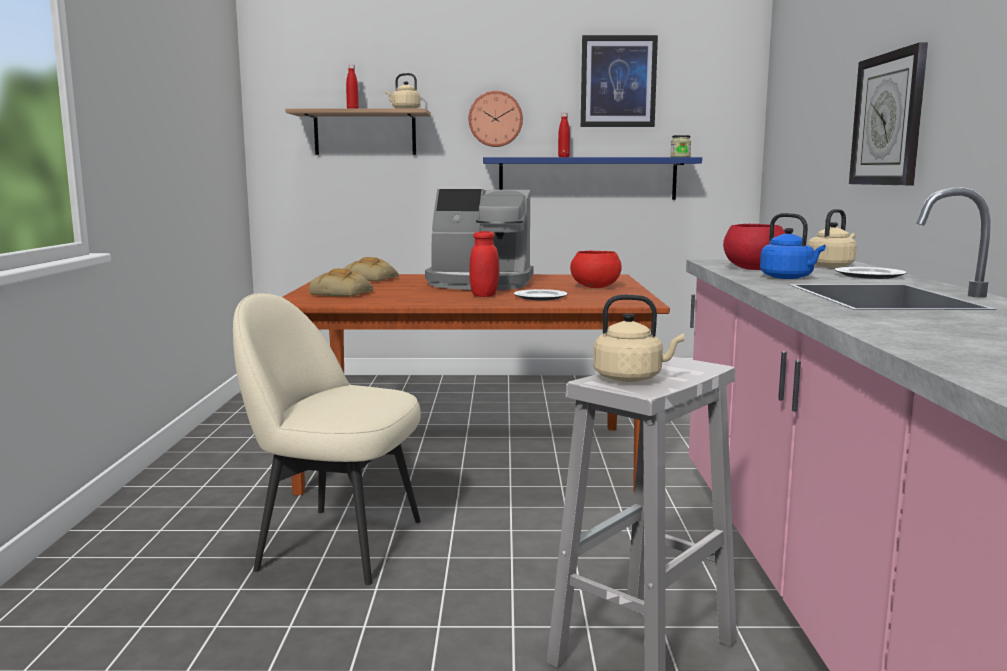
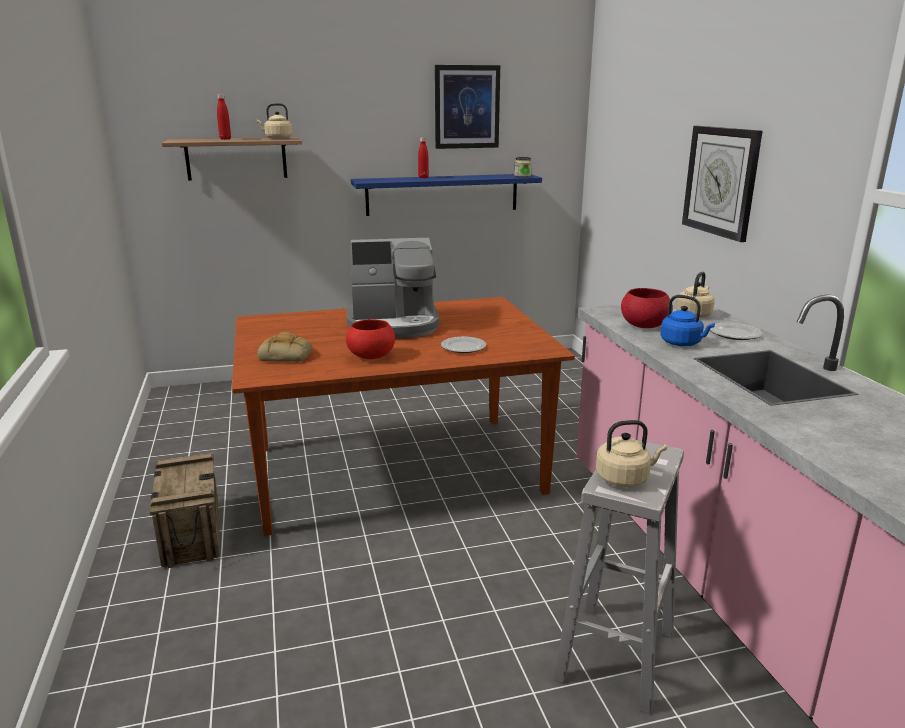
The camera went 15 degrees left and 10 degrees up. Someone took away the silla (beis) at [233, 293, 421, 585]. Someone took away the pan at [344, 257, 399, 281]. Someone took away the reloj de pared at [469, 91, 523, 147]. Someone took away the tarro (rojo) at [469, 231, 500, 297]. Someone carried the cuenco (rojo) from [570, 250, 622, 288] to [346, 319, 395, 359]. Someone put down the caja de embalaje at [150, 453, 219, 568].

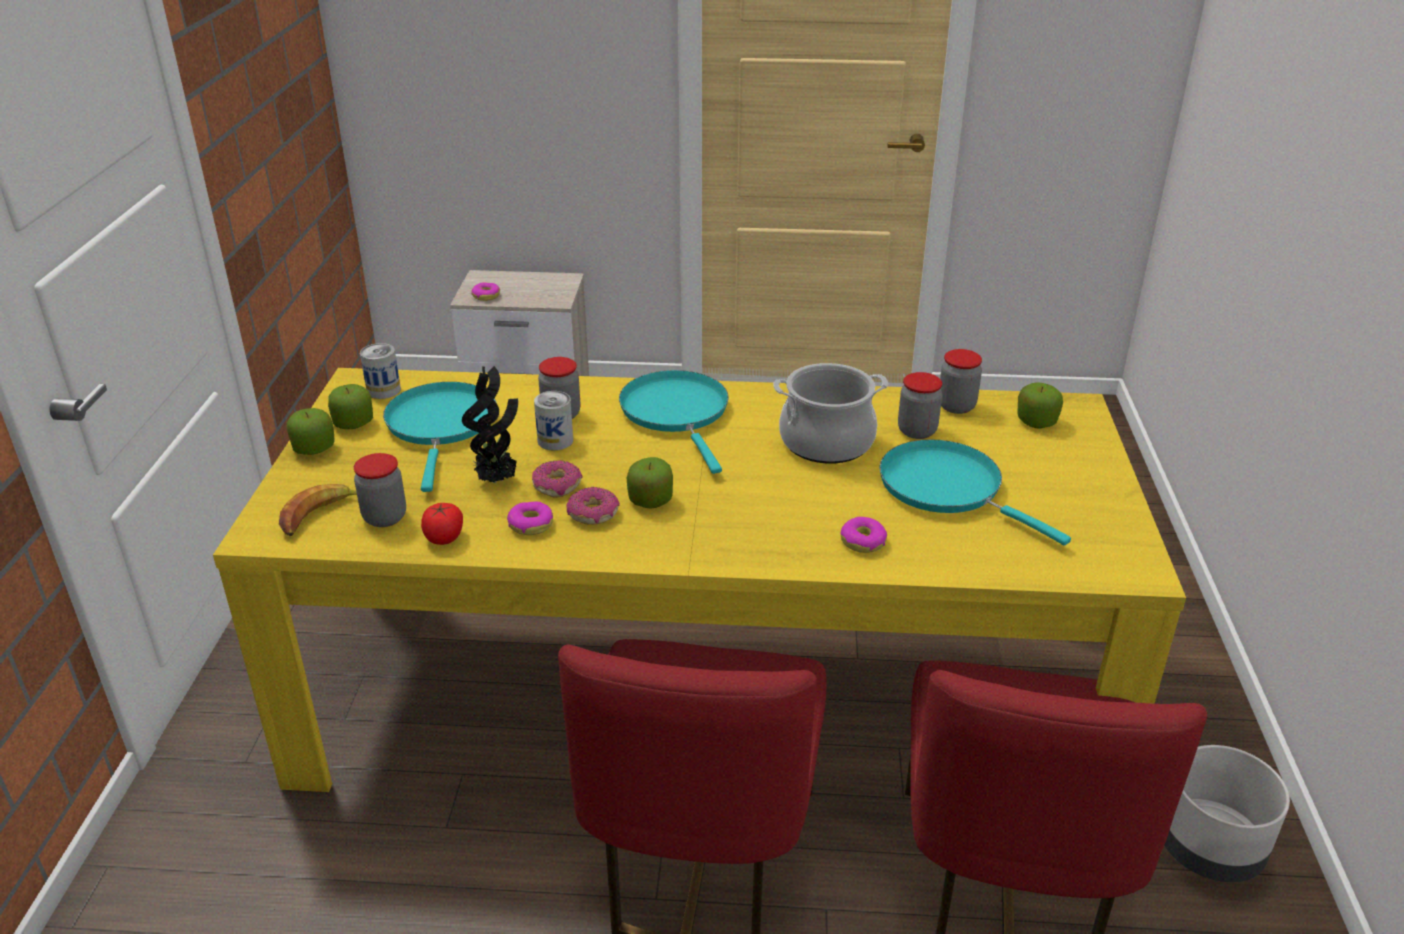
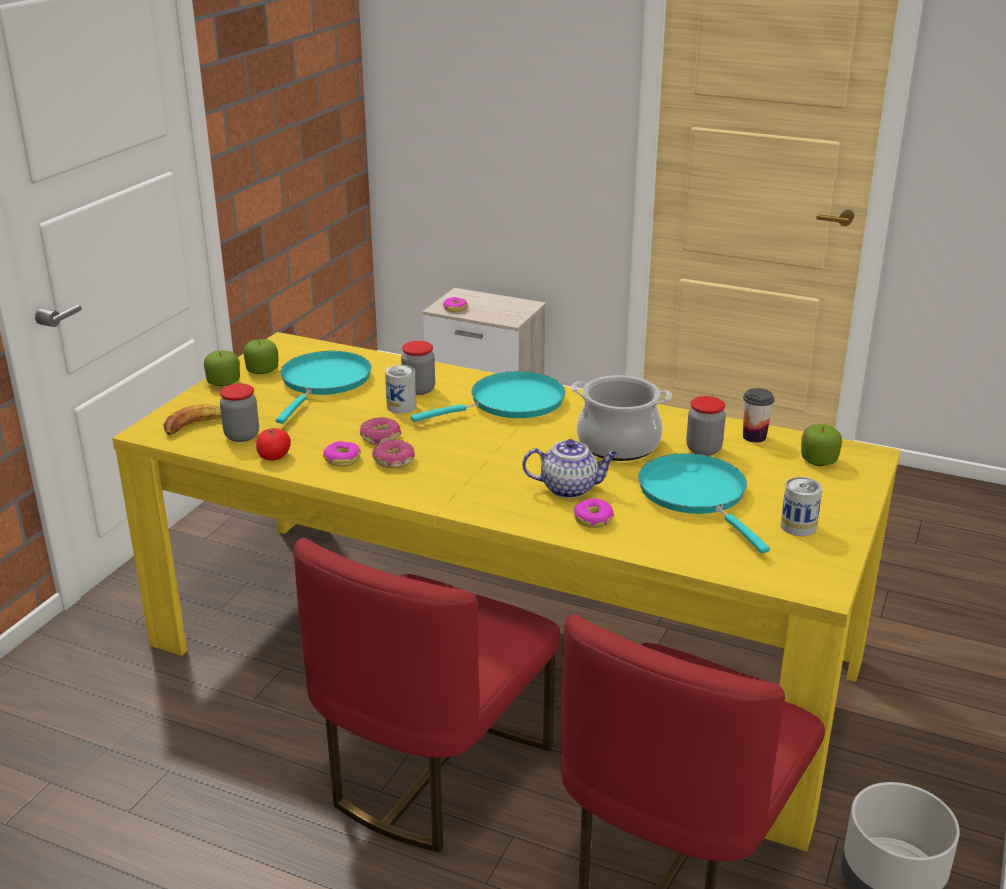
The camera went 20 degrees right and 5 degrees down. Someone carried the lata from [360, 343, 401, 399] to [781, 477, 823, 536]. Someone took away the planta en maceta at [462, 366, 518, 483]. Someone rotated the sartén (turquesa) at [619, 370, 729, 474] by 60 degrees clockwise. Someone took away the manzana at [627, 457, 673, 509]. Someone swapped the tarro at [940, 349, 982, 414] for the taza at [743, 388, 775, 443]. Someone put down the tetera at [522, 439, 618, 498].

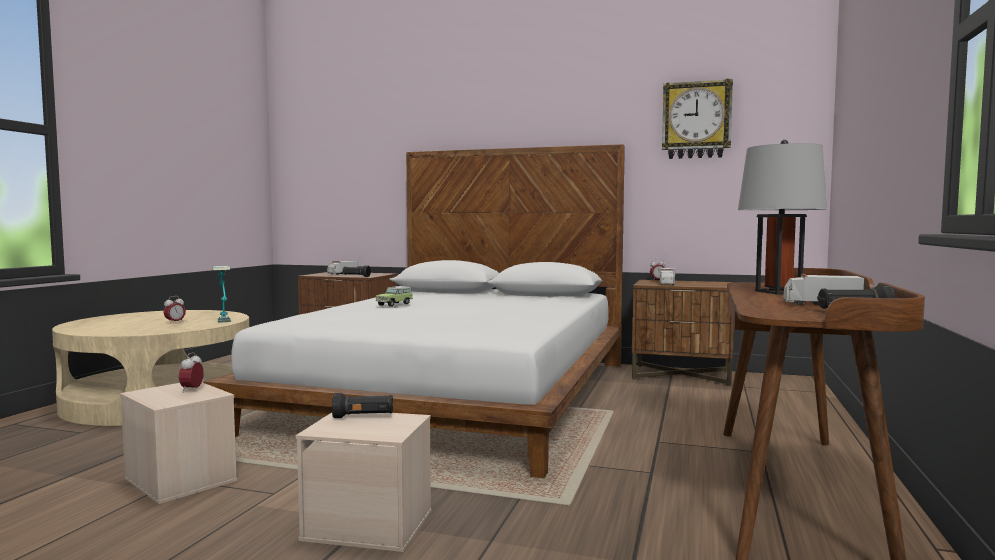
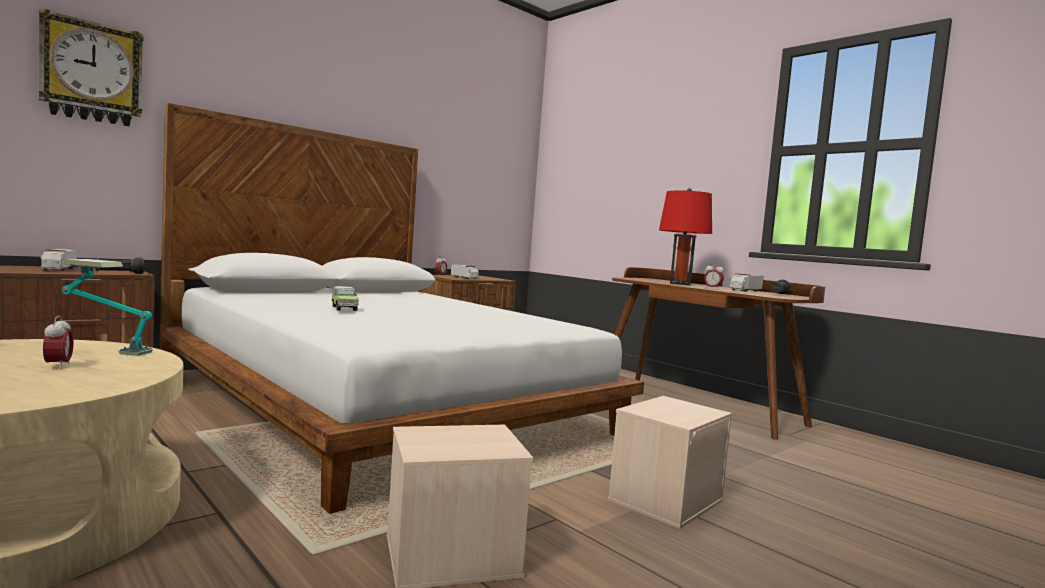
The camera went 60 degrees left and 0 degrees up. Someone carried the despertador from [179, 352, 204, 393] to [704, 263, 724, 290]. Someone took away the linterna (negro) at [332, 393, 393, 418]. Someone carried the reloj de pared from [662, 79, 733, 159] to [39, 9, 144, 126]. Someone repainted the lámpara de mesa (gris) at [738, 140, 827, 295], which became the lámpara de mesa (rojo) at [659, 188, 712, 286].

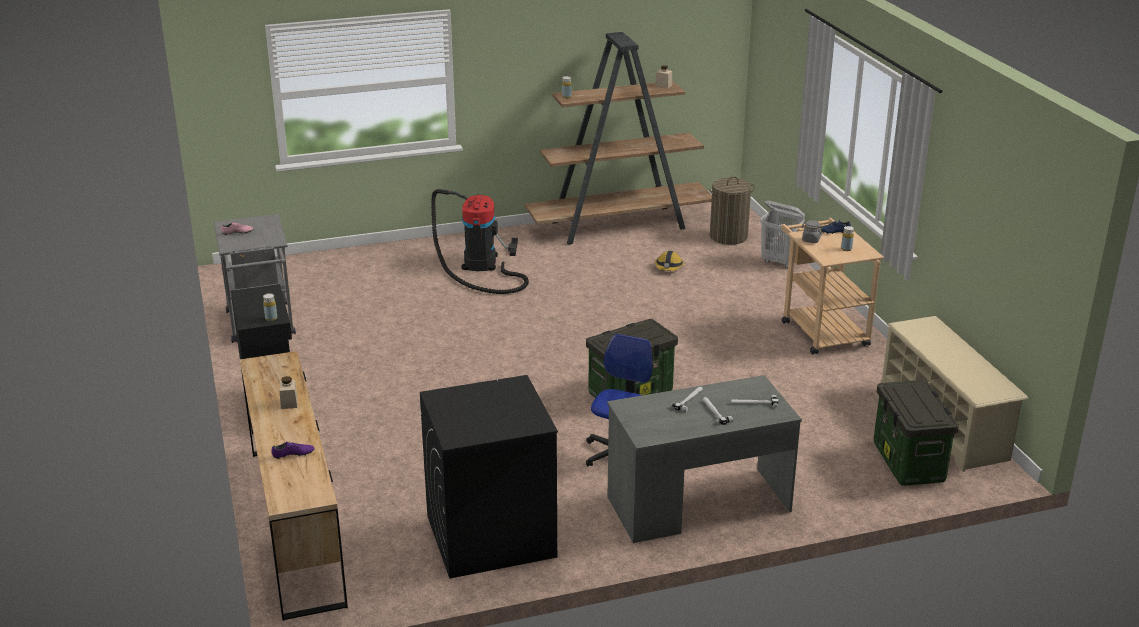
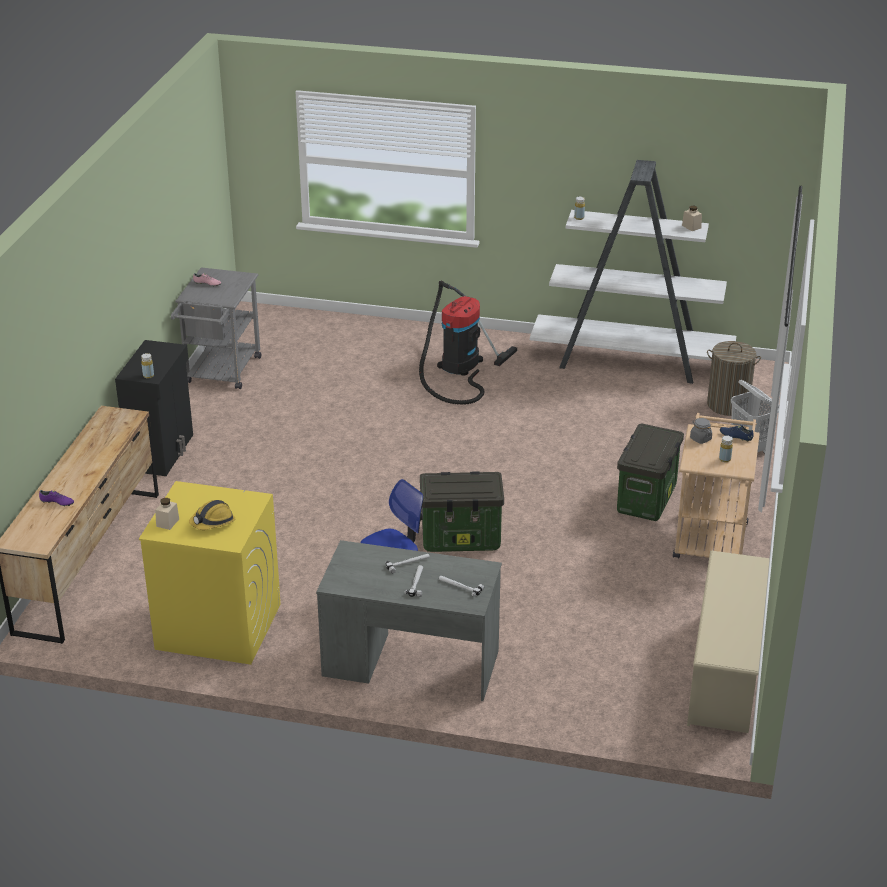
The camera went 30 degrees right and 5 degrees up. Someone carried the tarro (beis) from [279, 376, 298, 409] to [155, 498, 179, 530]. Someone repainted the lavadora (negro) at [420, 375, 558, 579], which became the lavadora (amarillo) at [139, 481, 281, 665]. Someone repainted the estantería (marrón) at [524, 32, 712, 245], which became the estantería (blanco) at [530, 160, 736, 384]. Someone carried the casco from [655, 251, 684, 271] to [189, 500, 235, 530]. Someone carried the caja de almacenaje from [874, 380, 959, 486] to [617, 424, 684, 521].

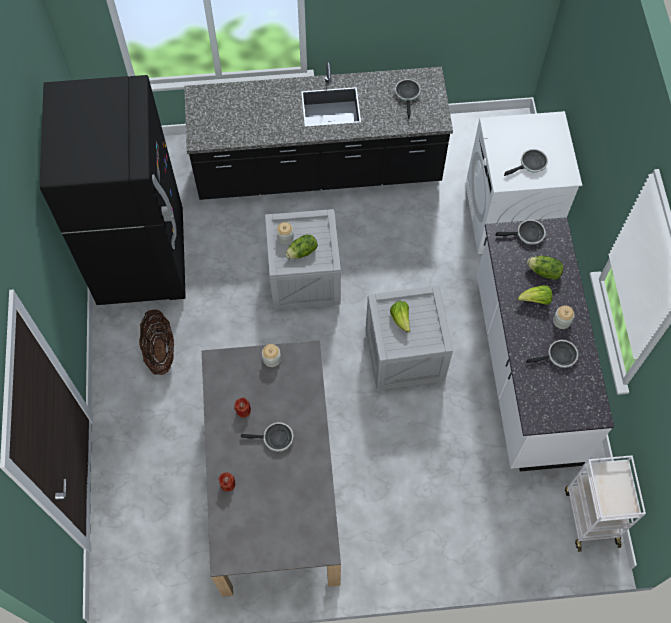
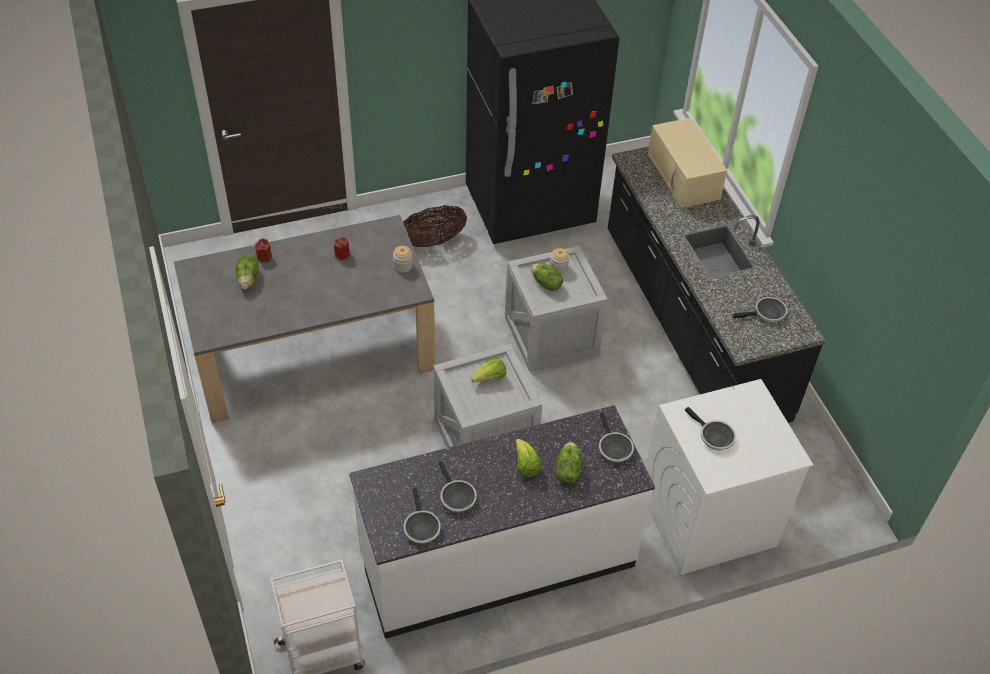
The camera went 75 degrees right and 15 degrees down. Someone carried the sartén from [241, 422, 293, 452] to [404, 488, 441, 544]. Someone took away the tarro at [553, 305, 575, 329]. Someone put down the lechuga at [236, 255, 259, 289]. Someone put down the microondas (beis) at [648, 118, 727, 208].

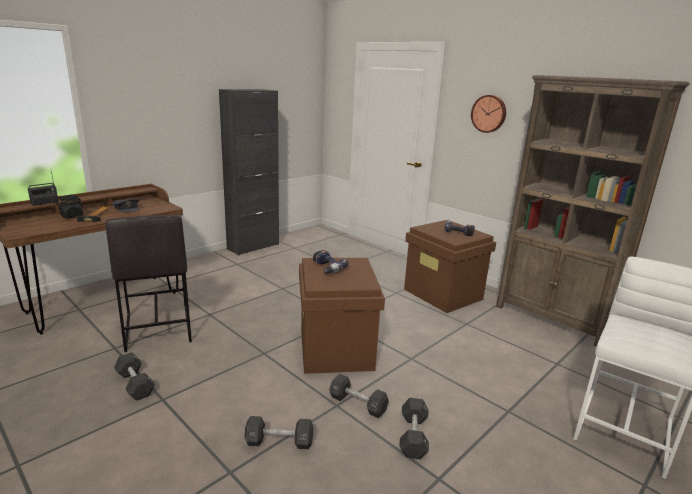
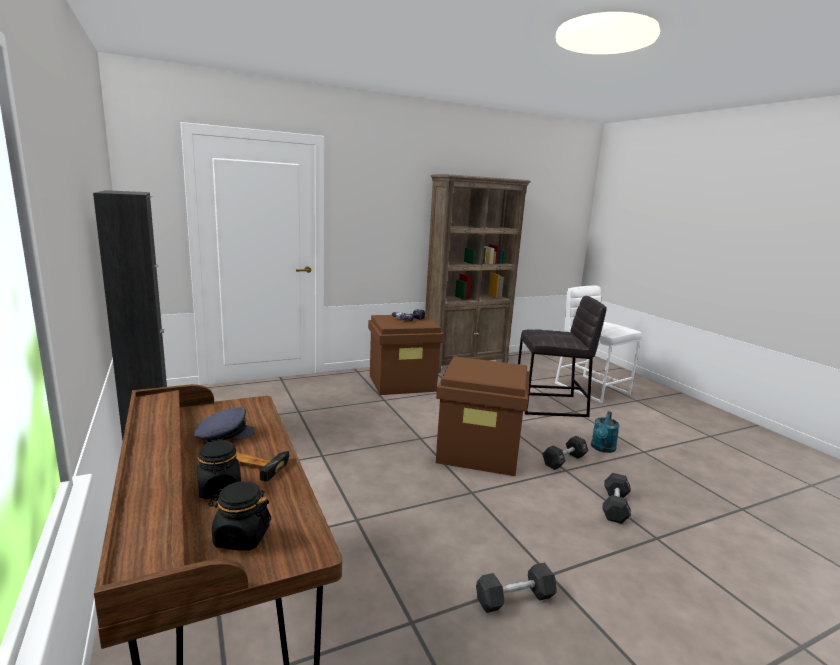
The camera went 70 degrees left and 5 degrees down. Someone took away the radio at [28, 171, 59, 206]. Someone carried the taburete (gris) from [105, 215, 192, 352] to [518, 296, 607, 417]. Someone took away the taladro at [313, 250, 349, 274]. Someone swapped the mancuerna (negro) at [399, 398, 429, 459] for the regadera (turquesa) at [591, 411, 620, 453]. Someone took away the reloj de pared at [471, 95, 506, 133]. Someone put down the tarro (negro) at [208, 481, 271, 551].

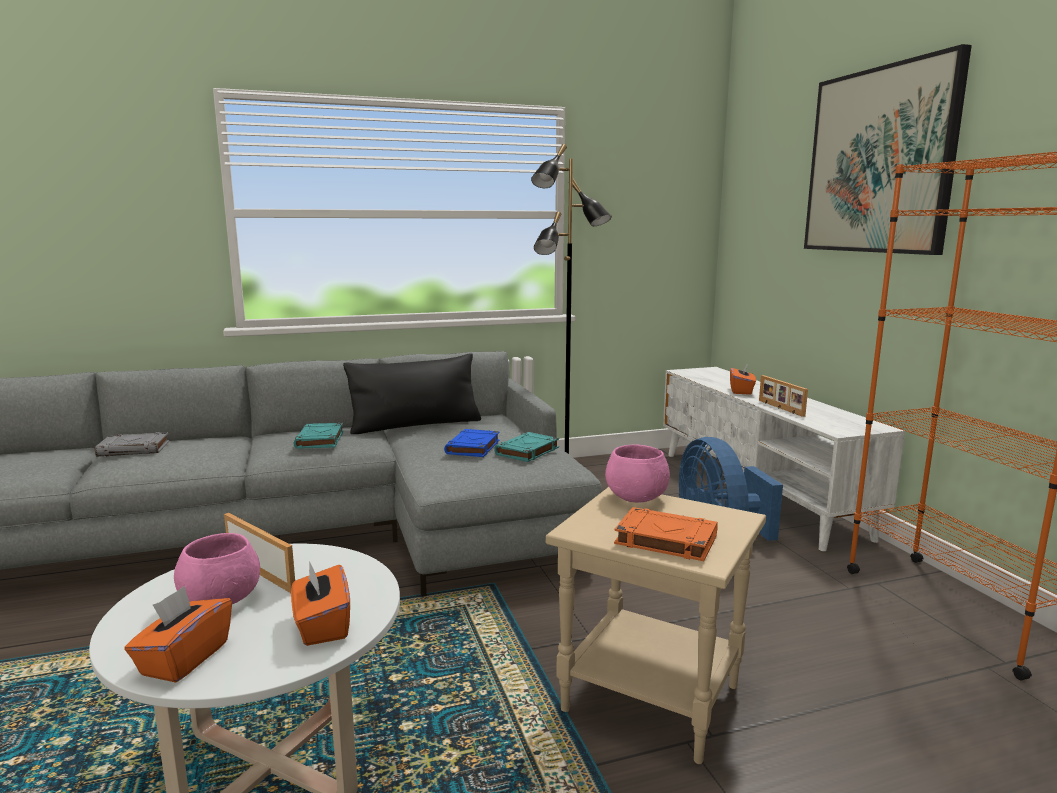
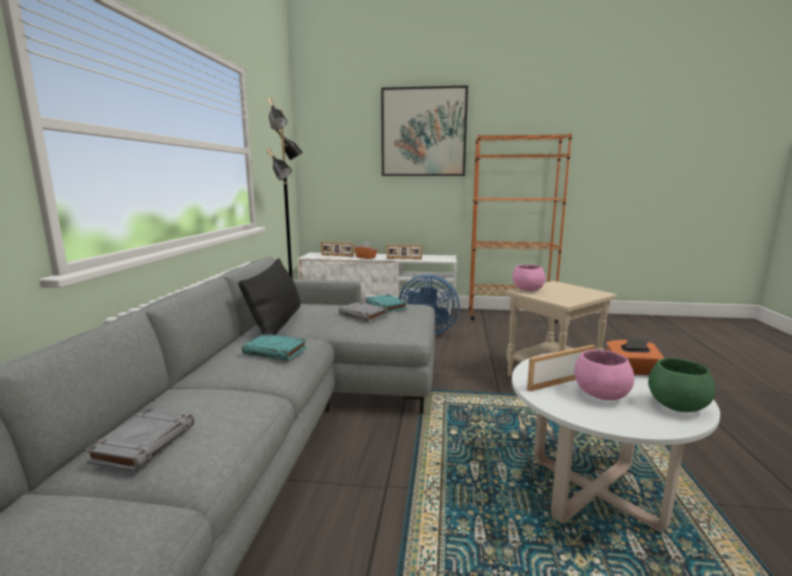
The camera went 65 degrees left and 0 degrees up. Someone swapped the caja de pañuelos (naranja) at [124, 586, 232, 683] for the cuenco (verde) at [648, 358, 715, 412]. Someone repainted the libro (azul) at [444, 429, 500, 457], which became the libro (gris) at [339, 302, 388, 322]. Someone took away the libro (naranja) at [614, 507, 718, 561]. Someone put down the portarretratos at [321, 242, 354, 257].

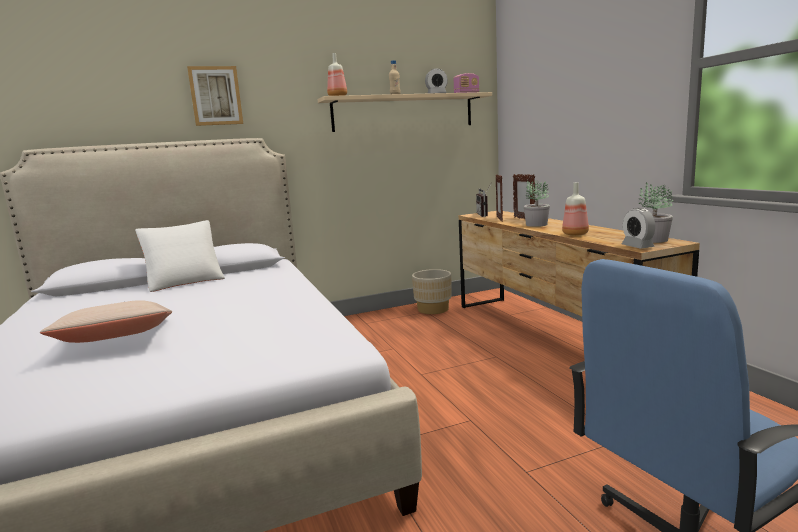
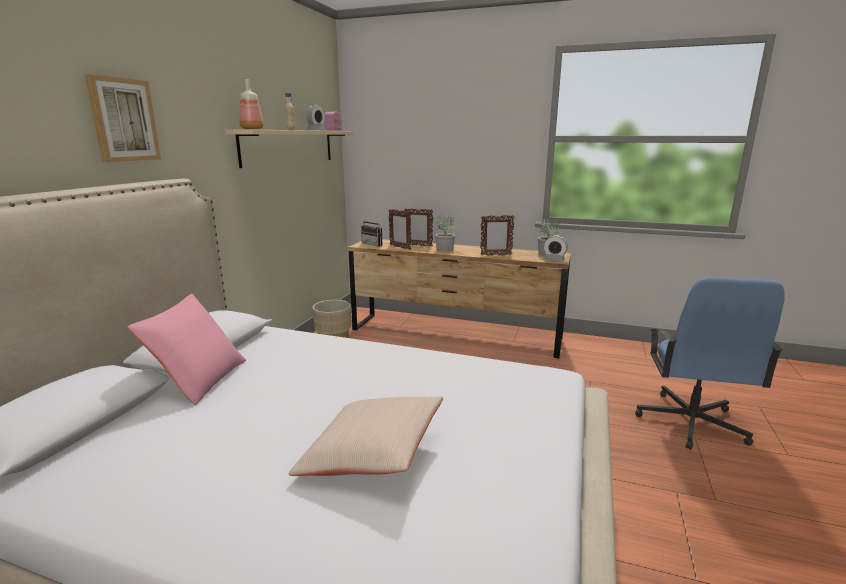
The camera went 50 degrees left and 5 degrees up. Someone repainted the cojín (blanco) at [135, 220, 225, 292], which became the cojín (rosa) at [128, 294, 246, 405]. Someone swapped the botella at [562, 182, 589, 236] for the portarretratos at [480, 215, 514, 256].

